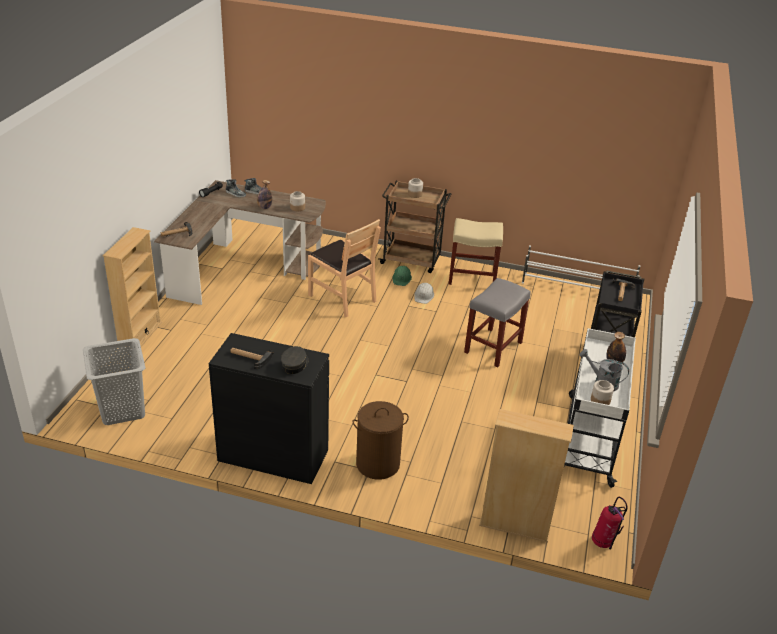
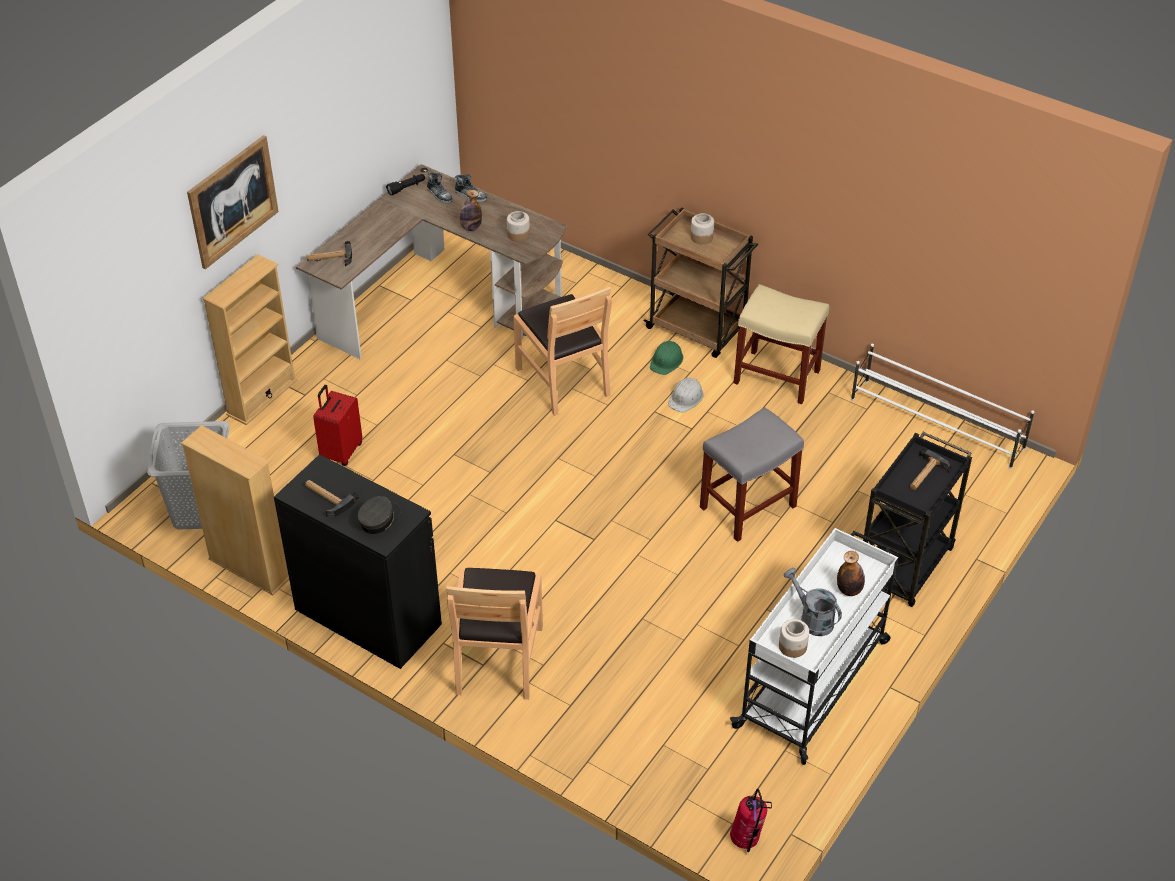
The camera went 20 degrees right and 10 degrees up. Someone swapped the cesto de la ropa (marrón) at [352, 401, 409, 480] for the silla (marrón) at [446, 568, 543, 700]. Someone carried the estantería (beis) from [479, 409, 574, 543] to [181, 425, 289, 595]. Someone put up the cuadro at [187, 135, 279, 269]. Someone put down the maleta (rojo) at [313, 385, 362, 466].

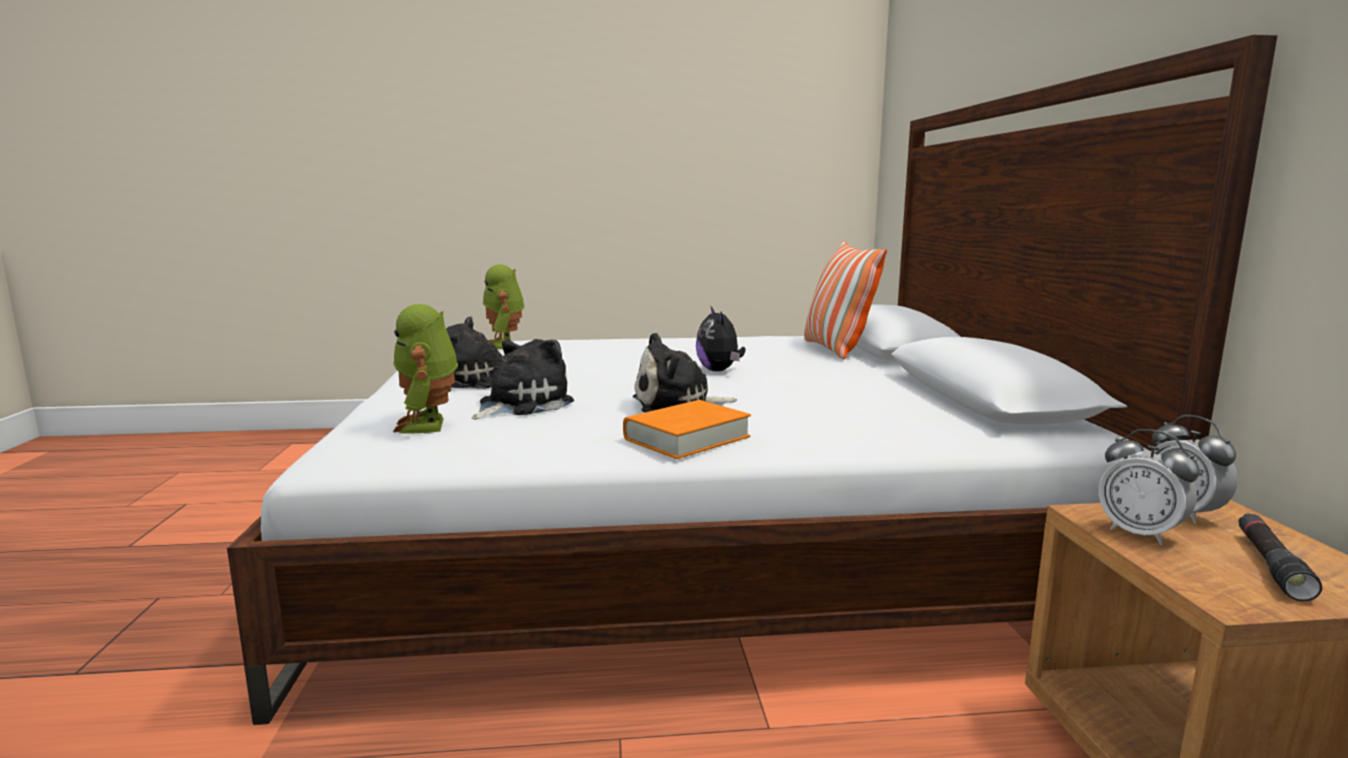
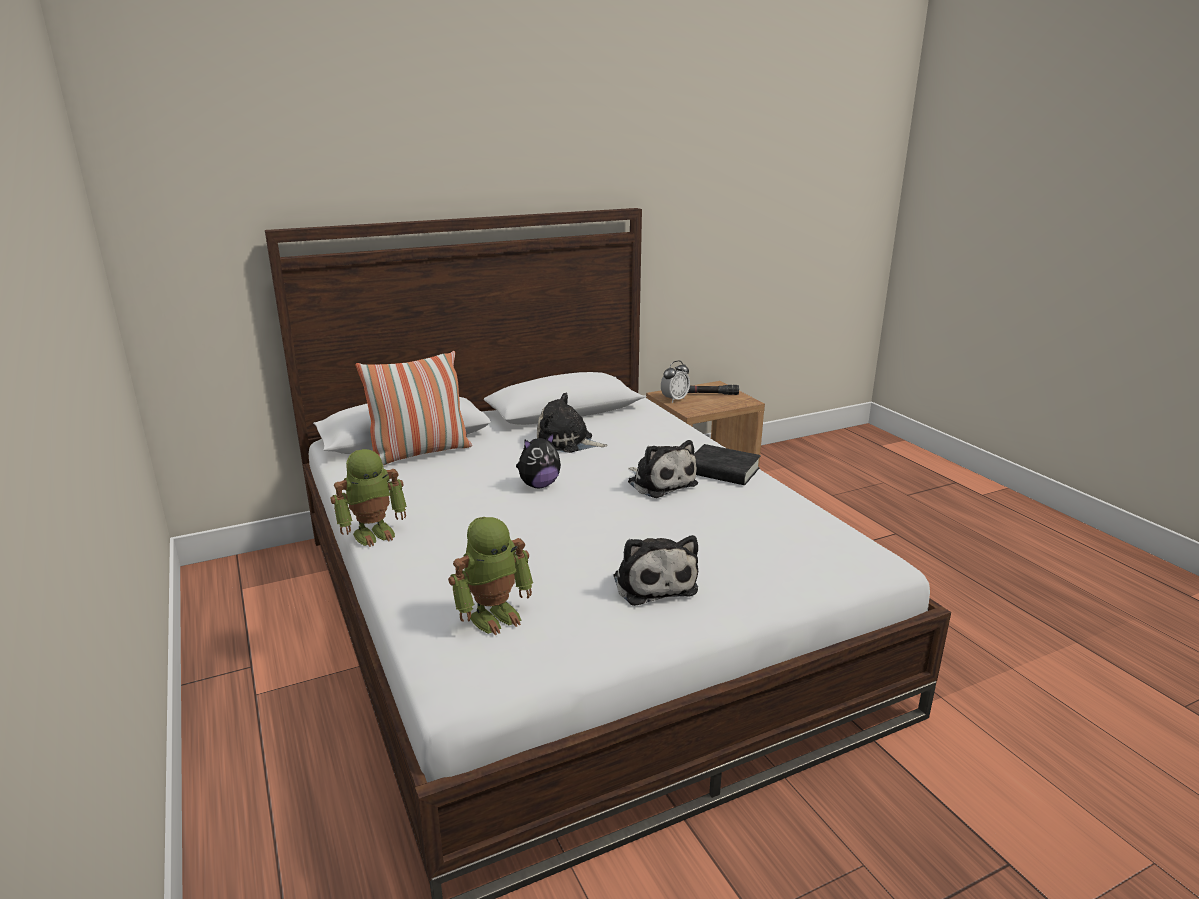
The camera went 110 degrees left and 10 degrees up. Someone carried the robot de juguete from [393, 304, 458, 434] to [330, 449, 407, 547]. Someone carried the peluche from [472, 339, 574, 420] to [537, 393, 608, 453]. Someone repainted the libro (naranja) at [623, 400, 751, 459], which became the libro (negro) at [694, 444, 761, 485]. Someone took away the despertador at [1099, 429, 1200, 545].

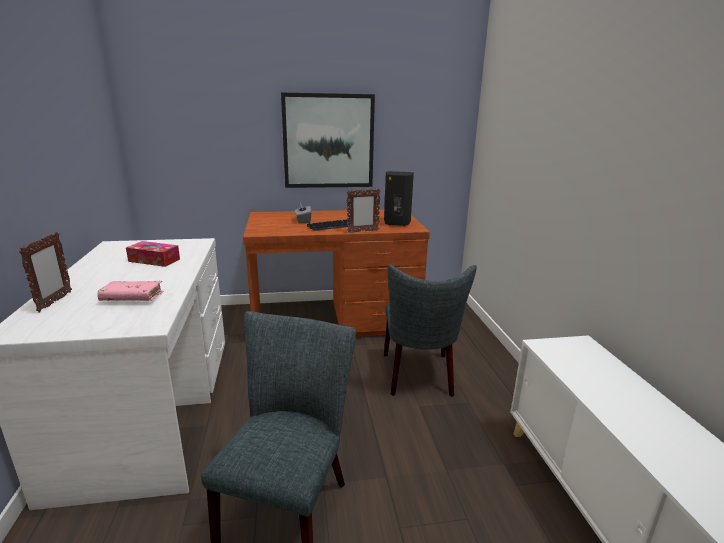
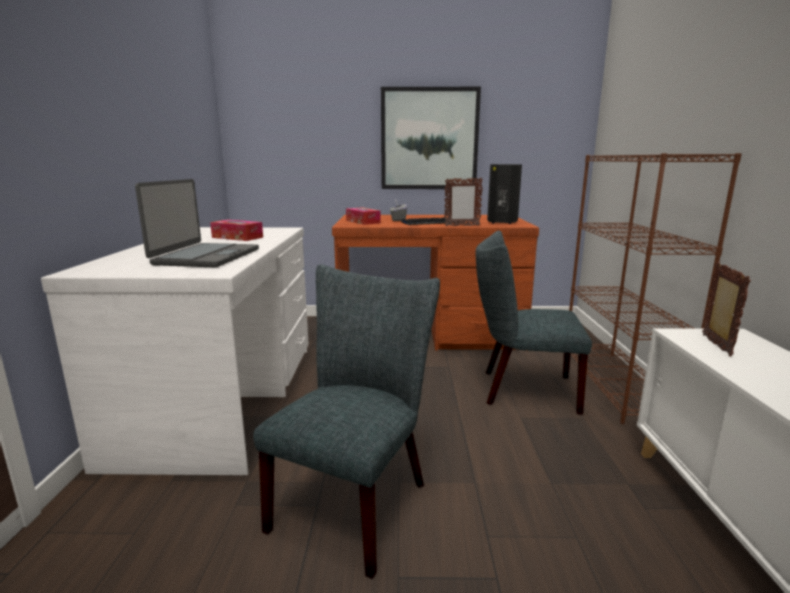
The camera went 10 degrees right and 5 degrees down. Someone carried the portarretratos from [19, 232, 72, 312] to [702, 262, 751, 356]. Someone swapped the libro (rosa) at [97, 281, 164, 301] for the portátil at [135, 179, 259, 267]. Someone rotated the silla (gris) at [384, 264, 477, 397] by 90 degrees clockwise. Someone put down the caja de pañuelos at [346, 208, 381, 225]. Someone put down the estantería (marrón) at [569, 153, 742, 424].

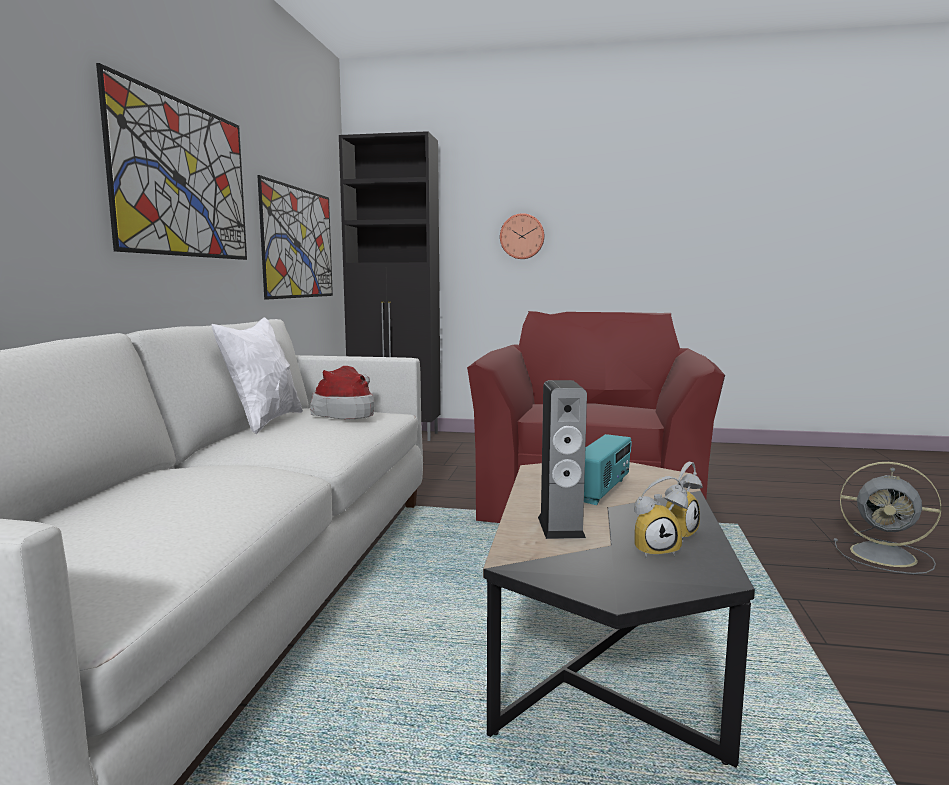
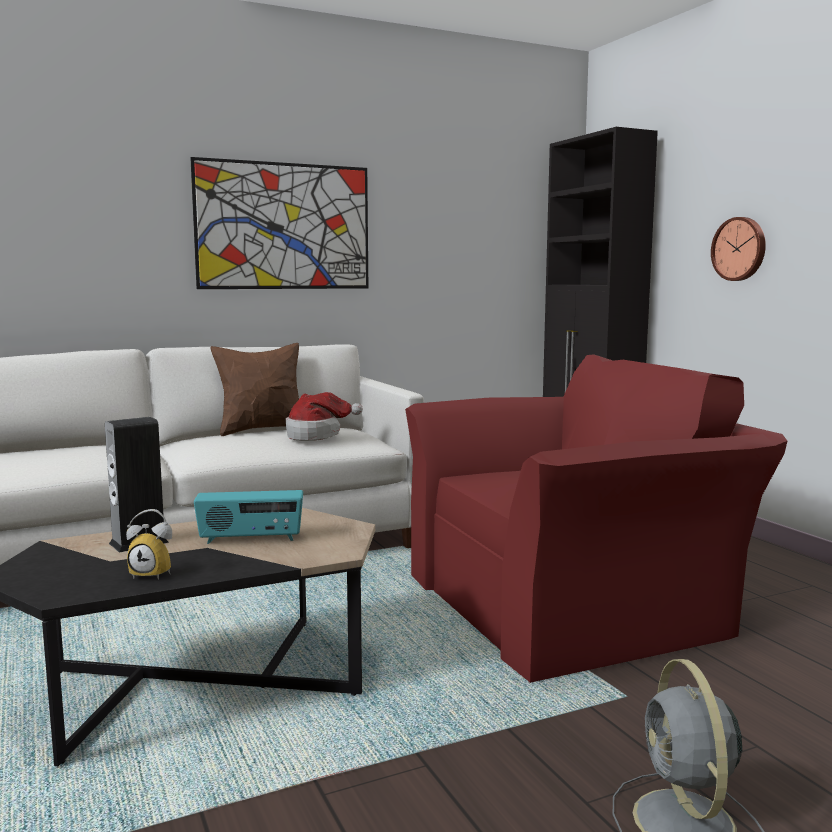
The camera went 55 degrees right and 0 degrees up. Someone repainted the cojín (blanco) at [212, 317, 303, 434], which became the cojín (marrón) at [211, 343, 299, 436]. Someone took away the cuadro at [257, 175, 333, 300]. Someone took away the despertador at [634, 476, 688, 559].

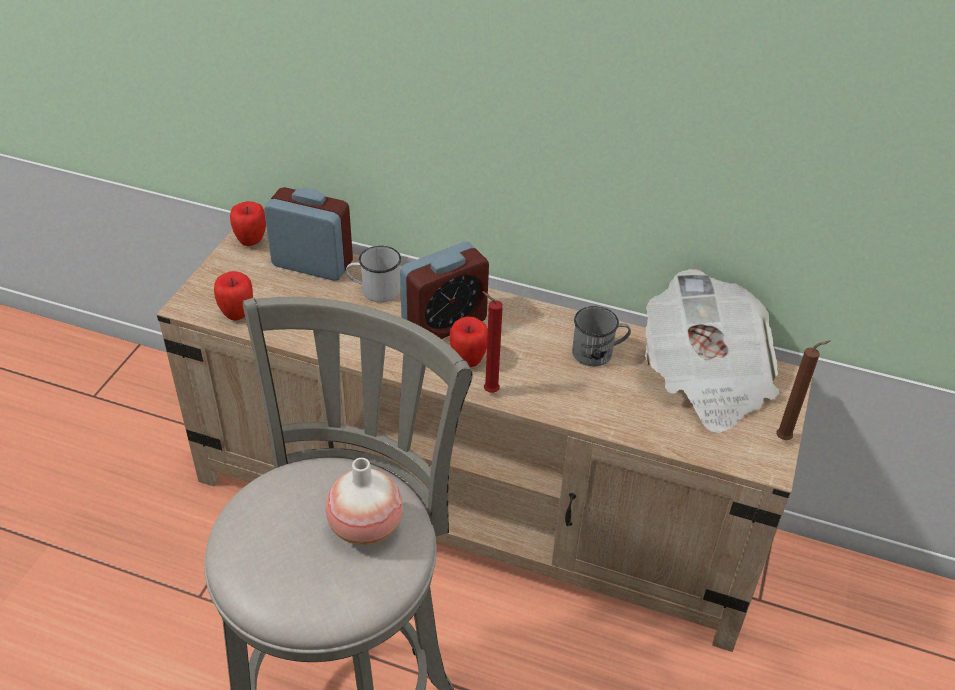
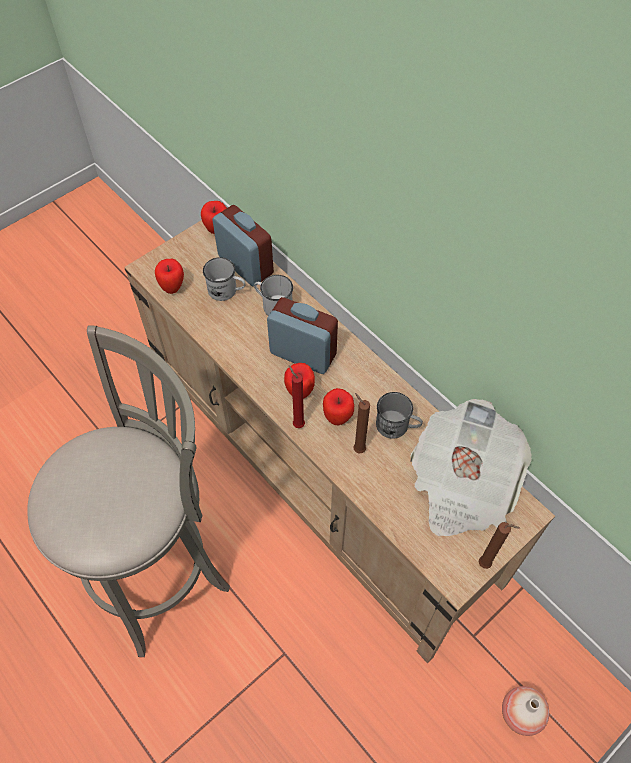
The camera went 30 degrees right and 15 degrees up. Someone carried the florero from [326, 458, 403, 545] to [502, 686, 549, 736]. Someone rotated the despertador at [400, 242, 489, 339] by 150 degrees counterclockwise. Someone put down the taza grande (blanco) at [203, 257, 246, 301]. Someone put down the manzana at [323, 388, 354, 426]. Someone put down the vela (marrón) at [354, 393, 370, 453].

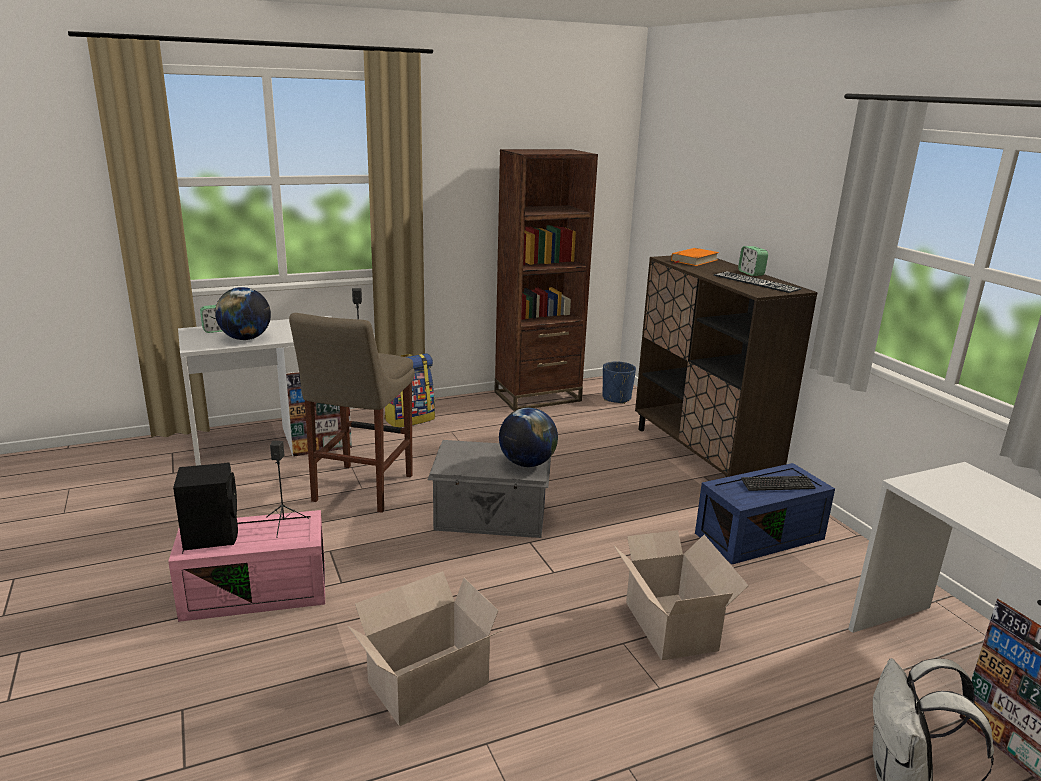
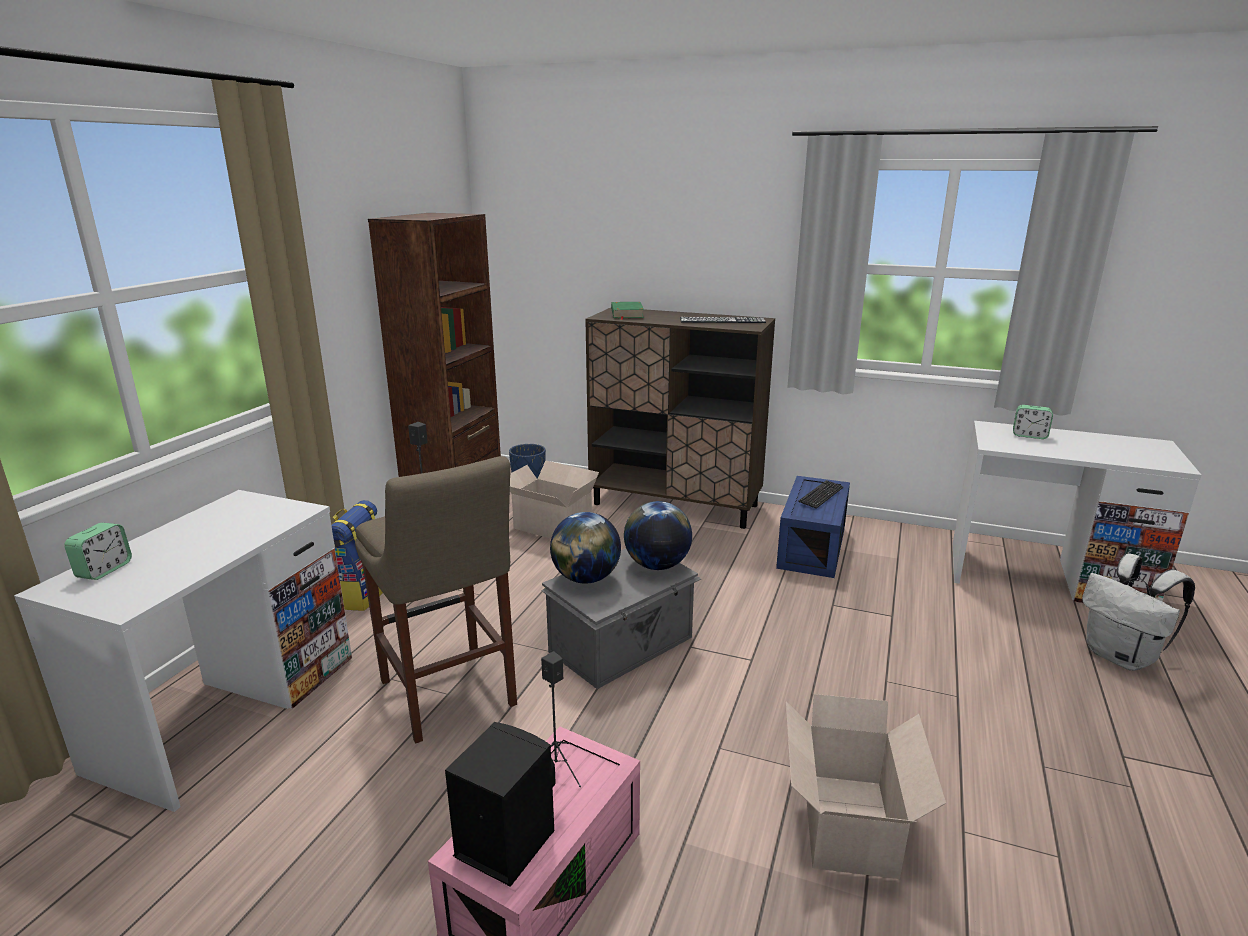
The camera went 45 degrees left and 0 degrees up. Someone carried the globo terráqueo from [215, 287, 271, 340] to [550, 512, 621, 584]. Someone carried the caja de cartón from [613, 530, 749, 661] to [510, 460, 599, 539]. Someone repainted the libro (naranja) at [671, 248, 719, 266], which became the libro (verde) at [611, 302, 644, 320]. Someone carried the despertador from [738, 246, 768, 276] to [1013, 405, 1053, 439].

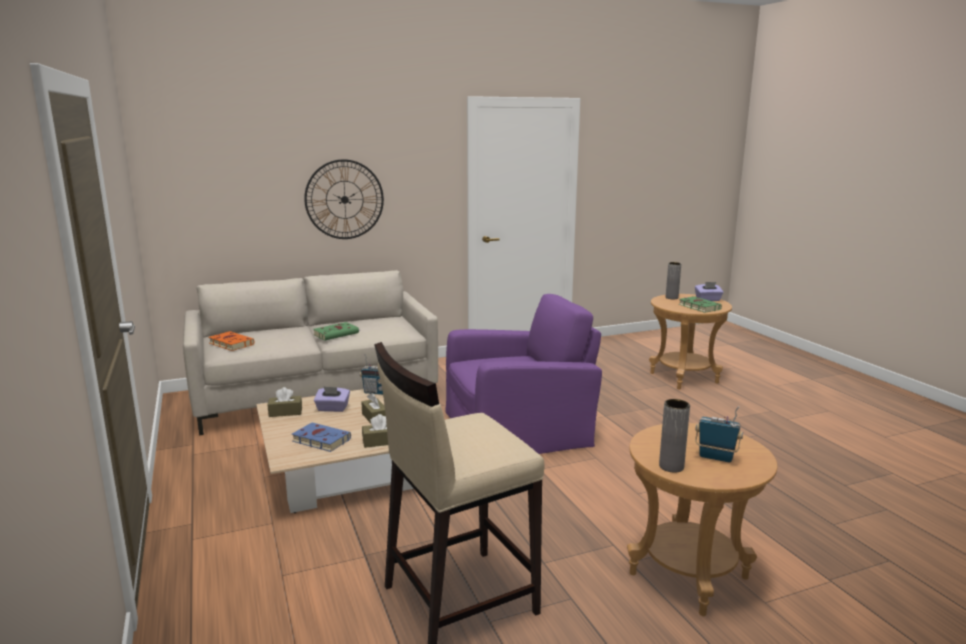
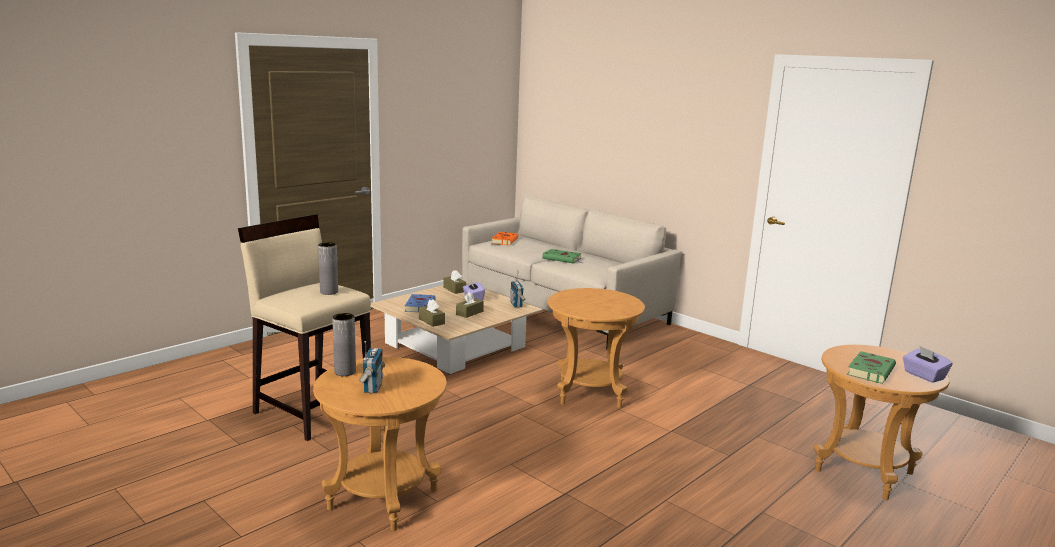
The camera went 65 degrees right and 0 degrees up. Someone took away the reloj de pared at [304, 159, 384, 239]. Someone swapped the sillón (morado) at [445, 294, 602, 454] for the mesa auxiliar (marrón) at [548, 288, 645, 408]. Someone carried the florero (gris) from [666, 262, 681, 299] to [318, 242, 338, 295].

